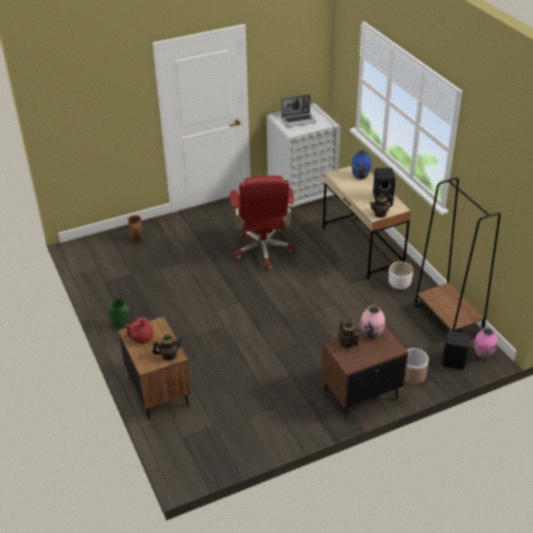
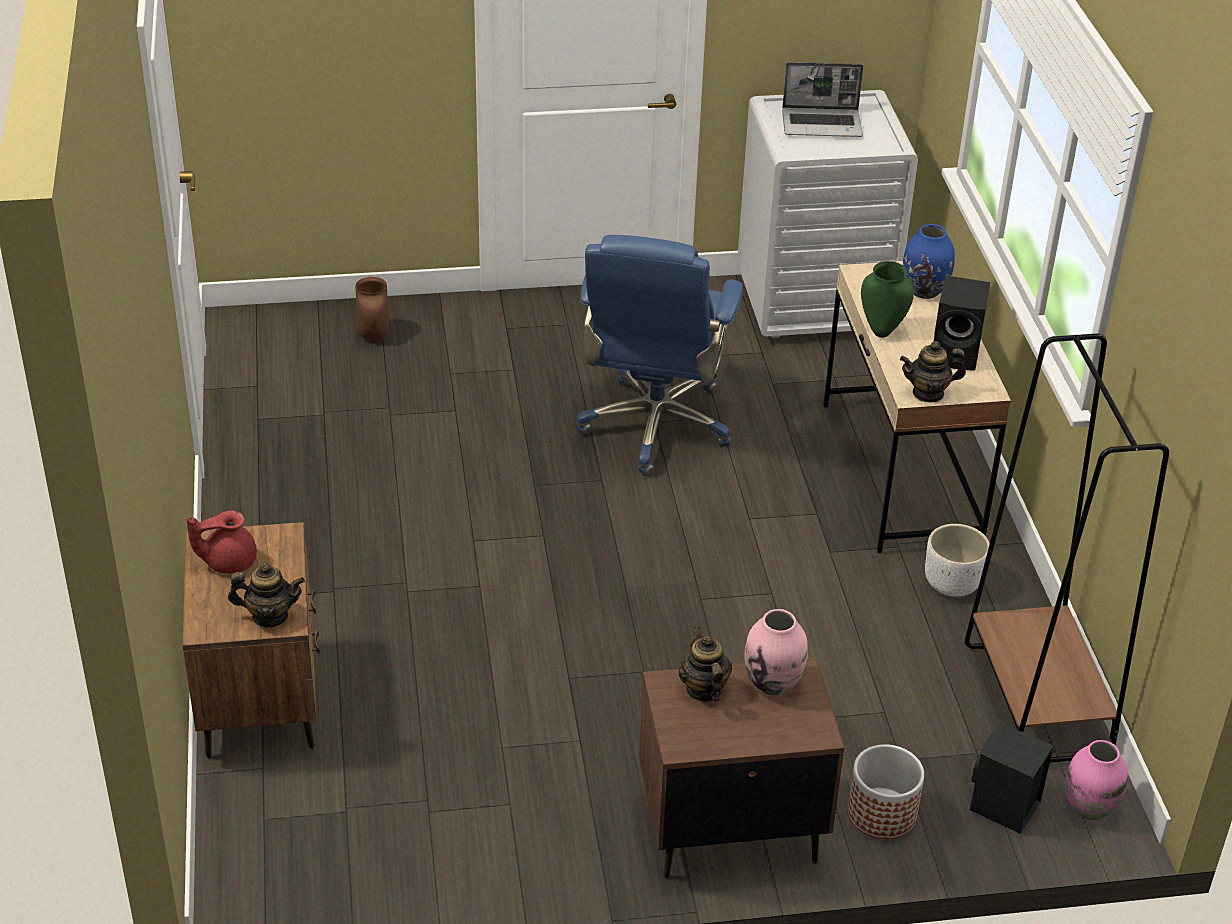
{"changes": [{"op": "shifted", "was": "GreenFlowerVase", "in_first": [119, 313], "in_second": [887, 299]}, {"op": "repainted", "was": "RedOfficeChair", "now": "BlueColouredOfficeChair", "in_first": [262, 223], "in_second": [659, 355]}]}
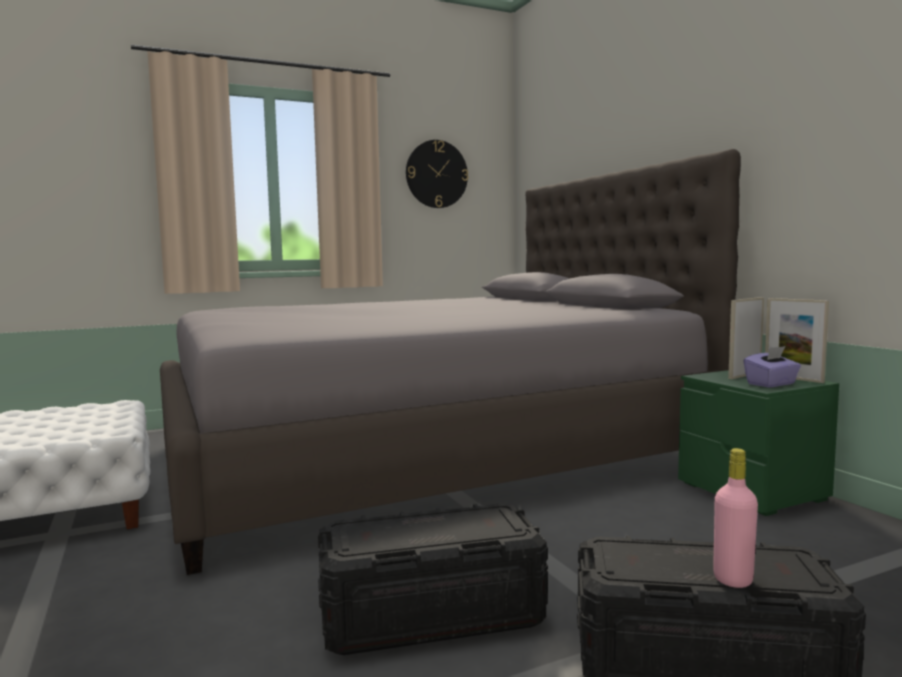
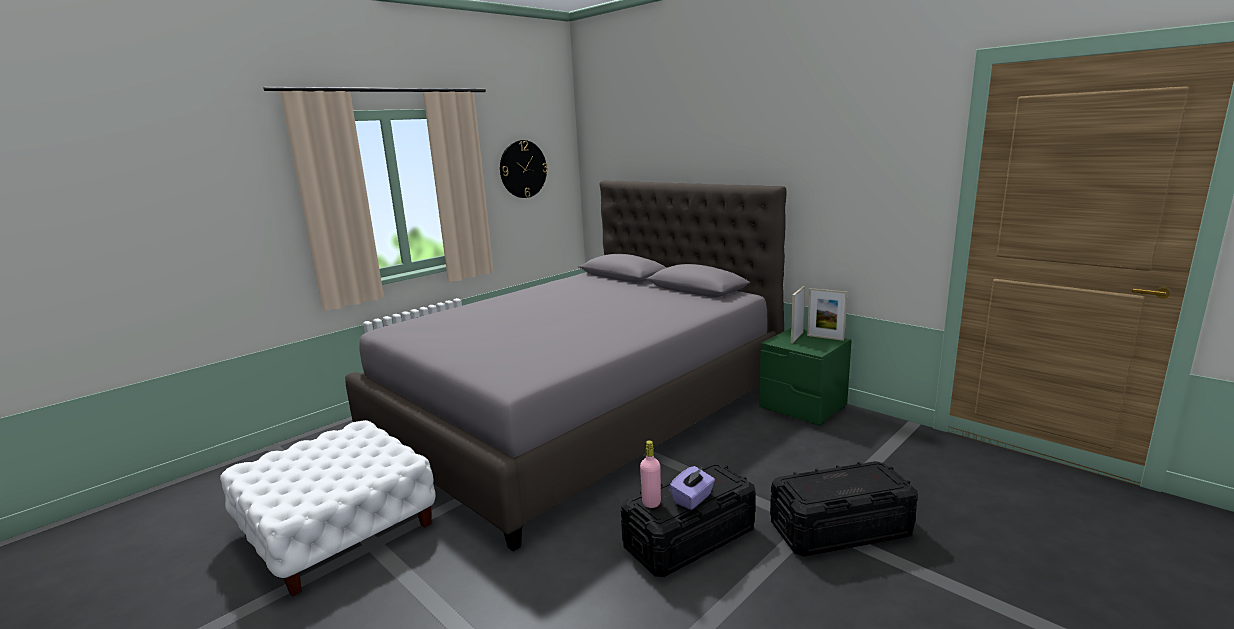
{"changes": [{"op": "shifted", "was": "PinkDrinkBottle", "in_first": [735, 518], "in_second": [650, 474]}, {"op": "shifted", "was": "PurpleTissueBox", "in_first": [772, 367], "in_second": [692, 488]}]}
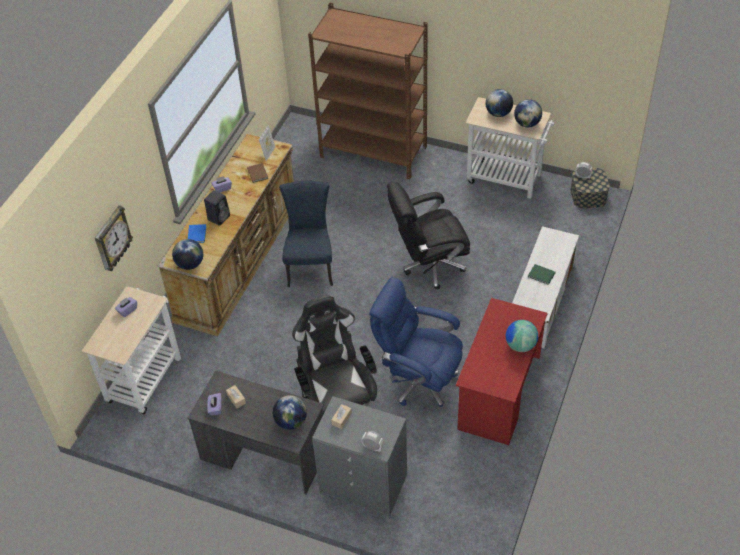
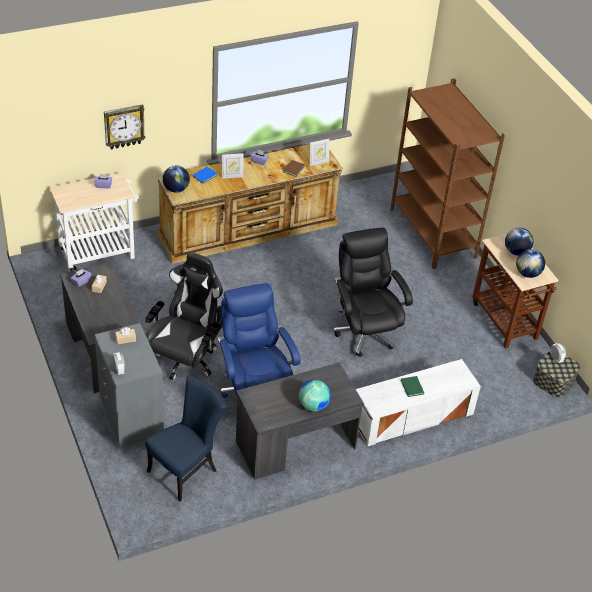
{"changes": [{"op": "gone", "was": "WorldGlobe", "in_first": [290, 412]}, {"op": "shifted", "was": "BlueColouredChair", "in_first": [306, 234], "in_second": [186, 438]}, {"op": "swapped", "was": "BlackLoudspeaker", "now": "PictureFrame", "in_first": [217, 208], "in_second": [232, 166]}, {"op": "repainted", "was": "RedDesk", "now": "GreyishDesk", "in_first": [502, 371], "in_second": [300, 421]}, {"op": "repainted", "was": "WhitishCart", "now": "BrownColouredCart", "in_first": [510, 148], "in_second": [515, 291]}, {"op": "rotated", "was": "BlackOfficeChair", "in_first": [428, 235], "in_second": [373, 292], "clockwise": 45}]}
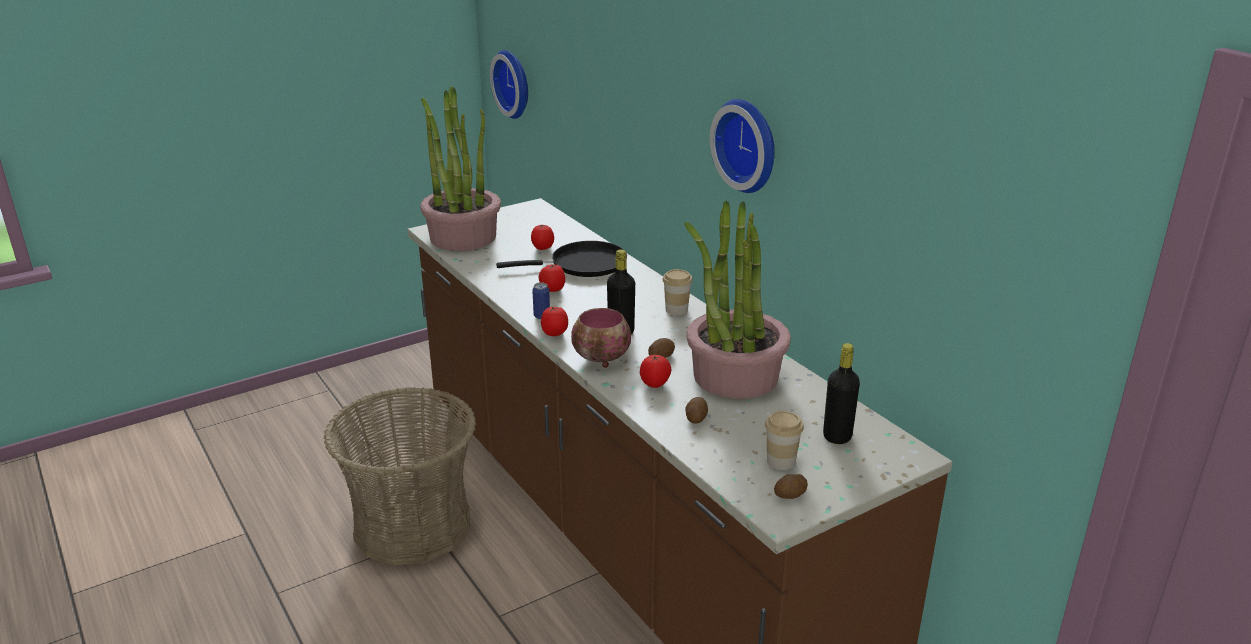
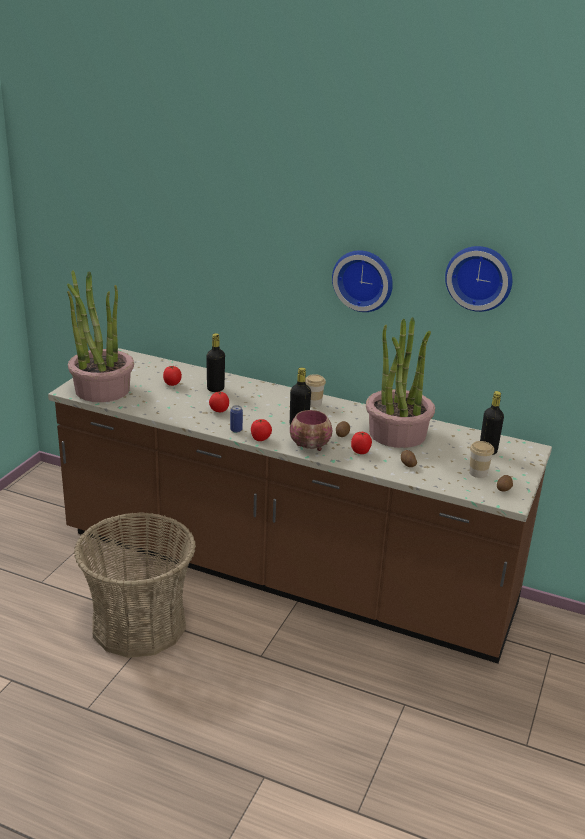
{"changes": [{"op": "shifted", "was": "WallClock", "in_first": [509, 84], "in_second": [478, 279]}, {"op": "swapped", "was": "BlackSkillet", "now": "BlackDrinkBottle", "in_first": [561, 259], "in_second": [215, 362]}]}
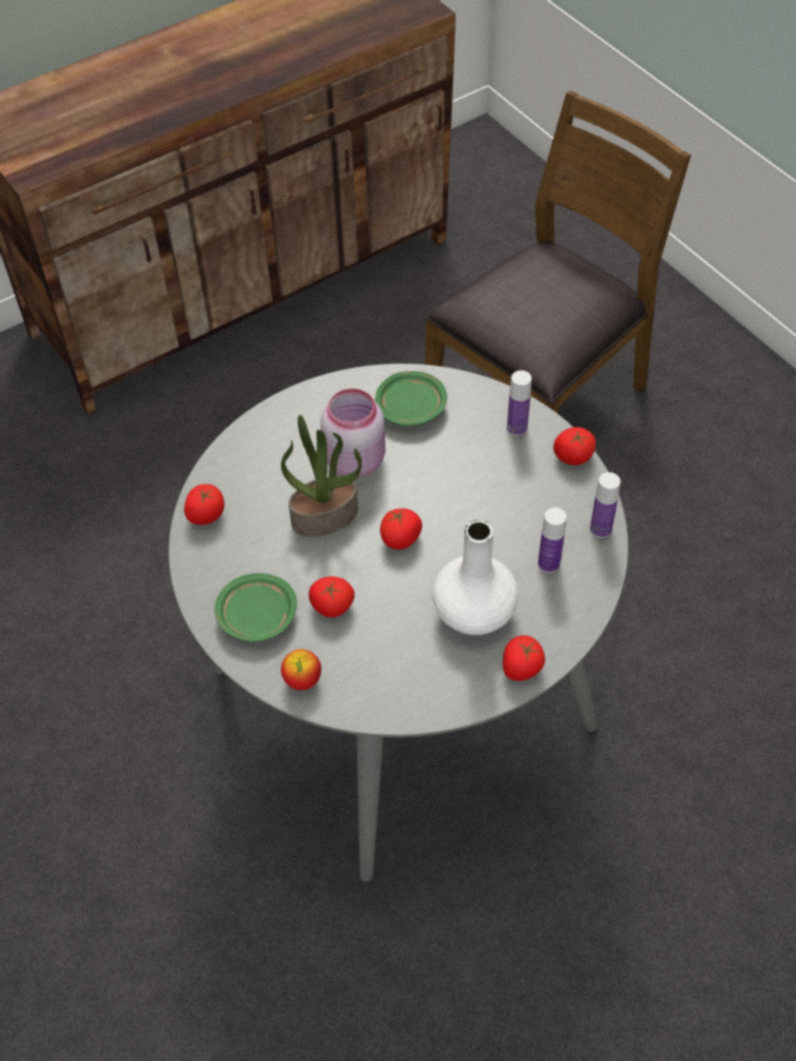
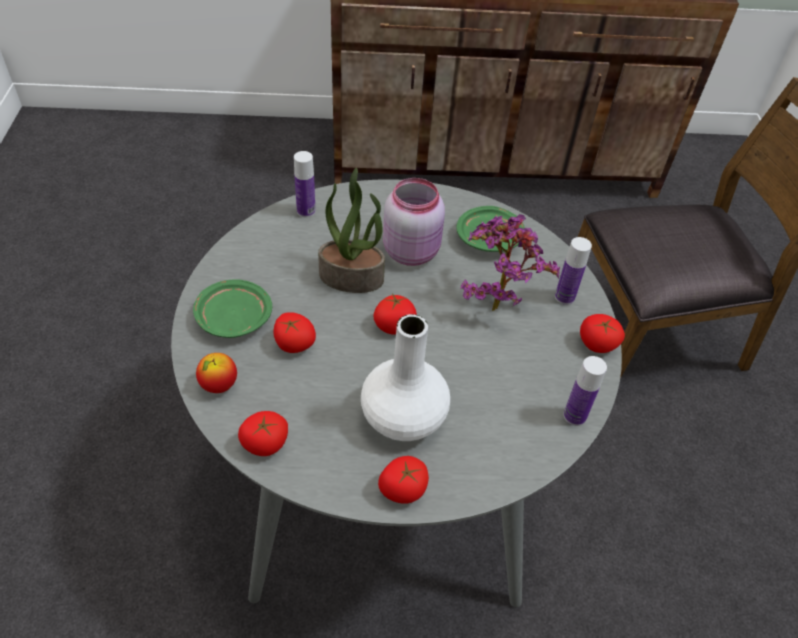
{"changes": [{"op": "new", "now": "PlantInAPot", "in_second": [510, 262]}, {"op": "shifted", "was": "WholeTomato", "in_first": [204, 504], "in_second": [263, 433]}, {"op": "shifted", "was": "DrinkBottle", "in_first": [552, 540], "in_second": [305, 184]}]}
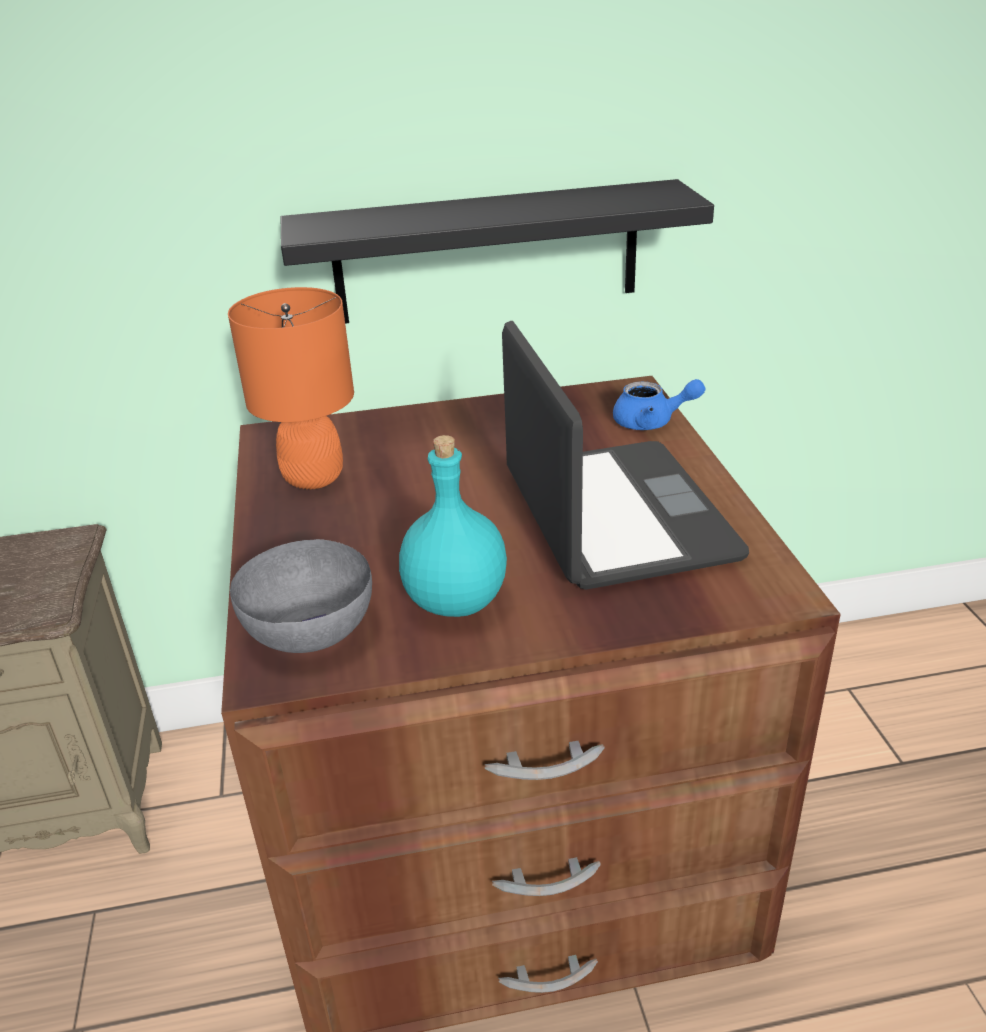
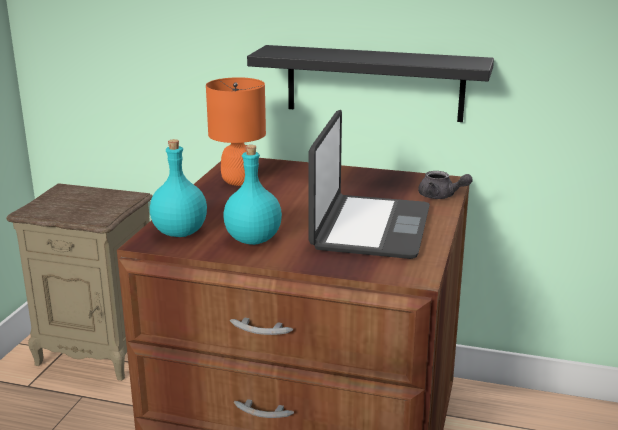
{"changes": [{"op": "swapped", "was": "GreyishBowl", "now": "TurquoiseDrinkBottle", "in_first": [301, 596], "in_second": [178, 188]}, {"op": "repainted", "was": "BlueColouredTeaPot", "now": "GreyishTeaPot", "in_first": [659, 404], "in_second": [445, 185]}]}
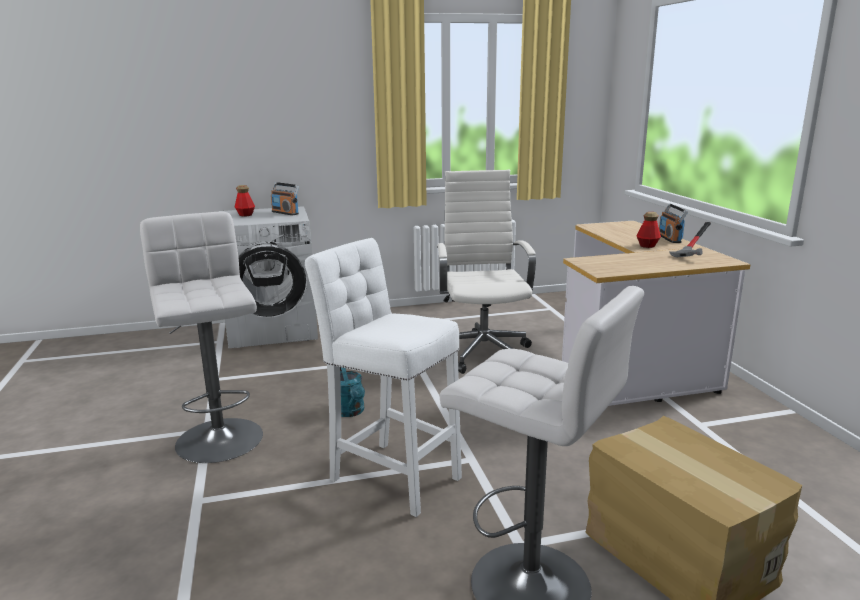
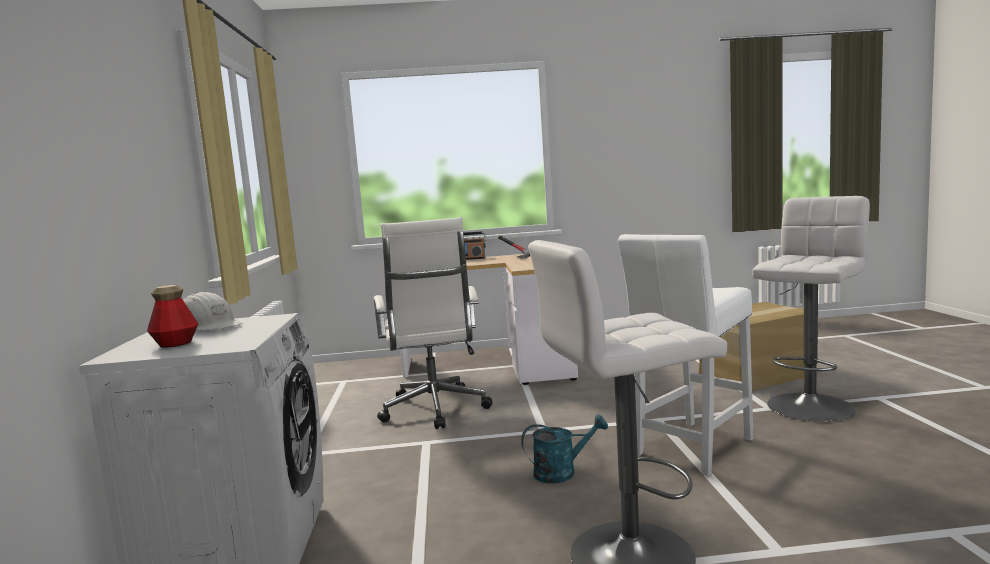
{"changes": [{"op": "gone", "was": "DrinkBottle", "in_first": [649, 230]}, {"op": "swapped", "was": "RadioSet", "now": "WhitishHardHat", "in_first": [285, 199], "in_second": [212, 311]}, {"op": "rotated", "was": "WhitishOfficeChair", "in_first": [486, 272], "in_second": [433, 323], "clockwise": -105}]}
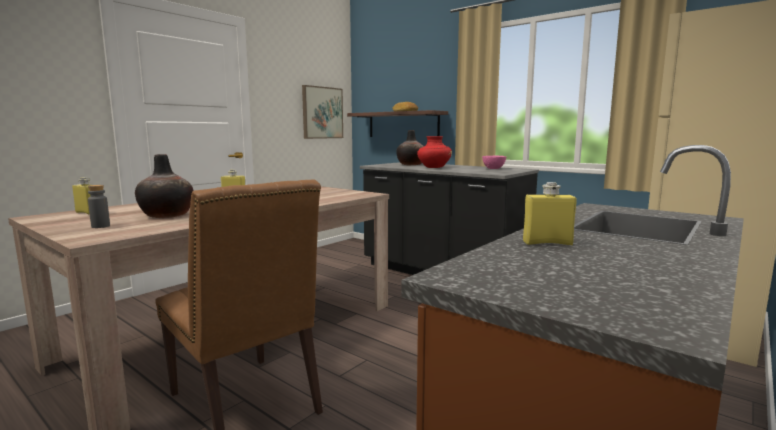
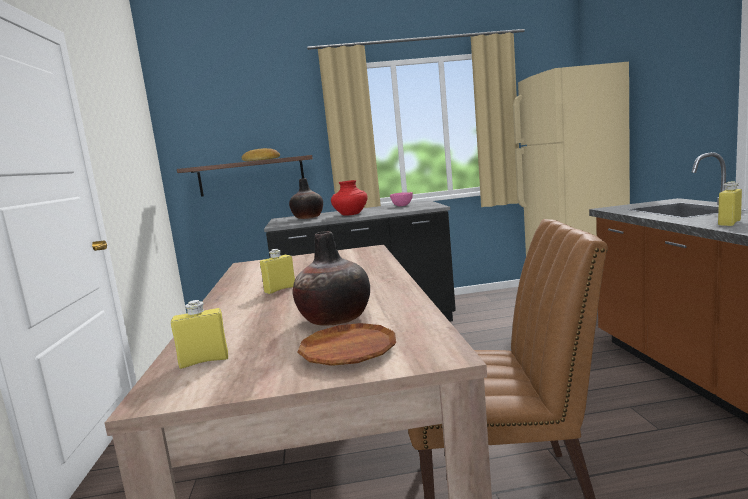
{"changes": [{"op": "gone", "was": "WallArt", "in_first": [322, 112]}, {"op": "swapped", "was": "GreyishDrinkBottle", "now": "BrownColouredPlate", "in_first": [99, 206], "in_second": [347, 344]}]}
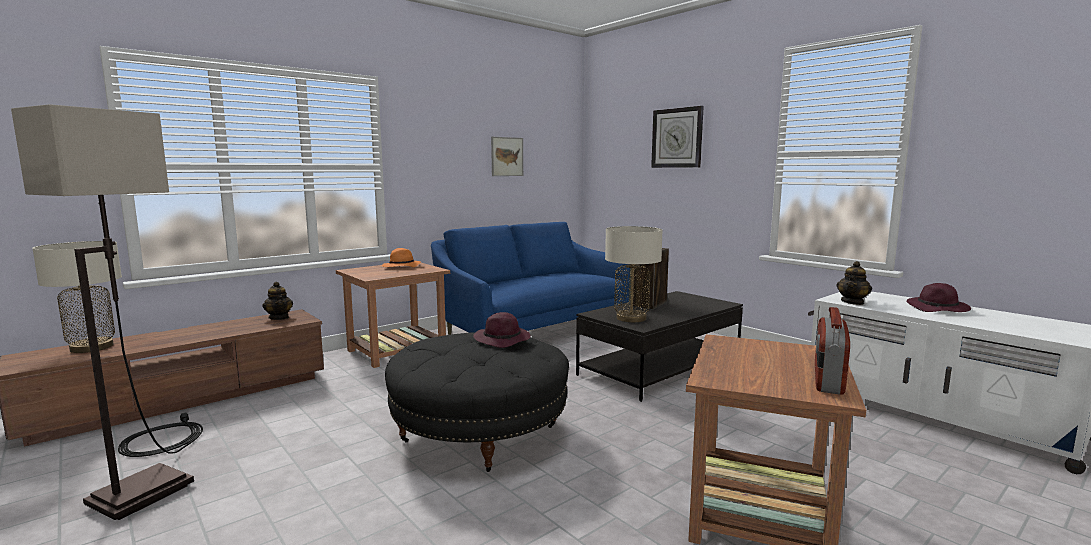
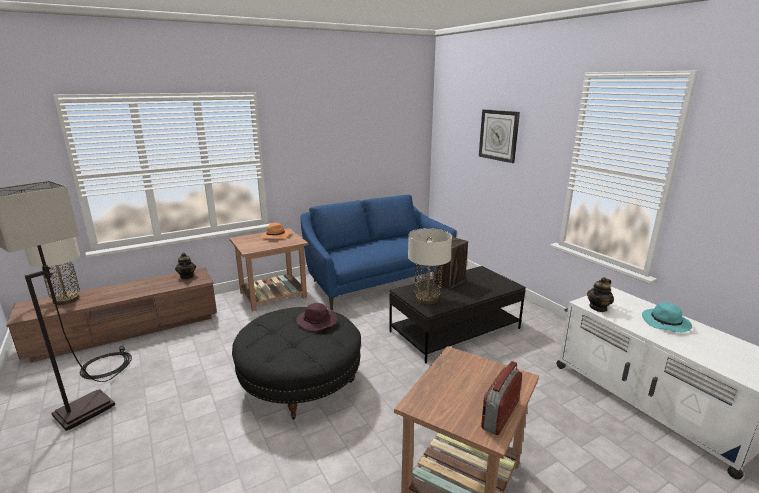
{"changes": [{"op": "gone", "was": "WallArt", "in_first": [507, 156]}, {"op": "repainted", "was": "PurpleHat", "now": "TurquoiseHat", "in_first": [939, 297], "in_second": [667, 317]}]}
